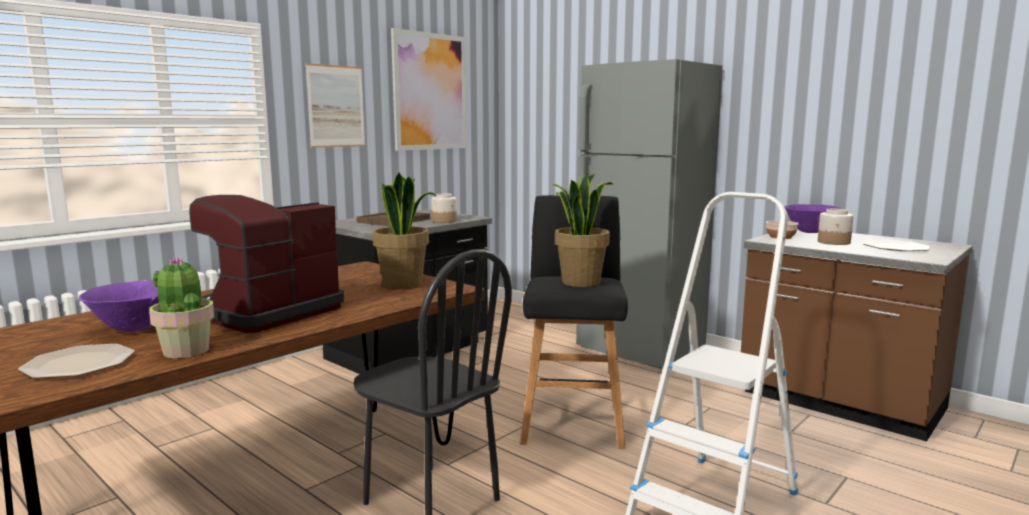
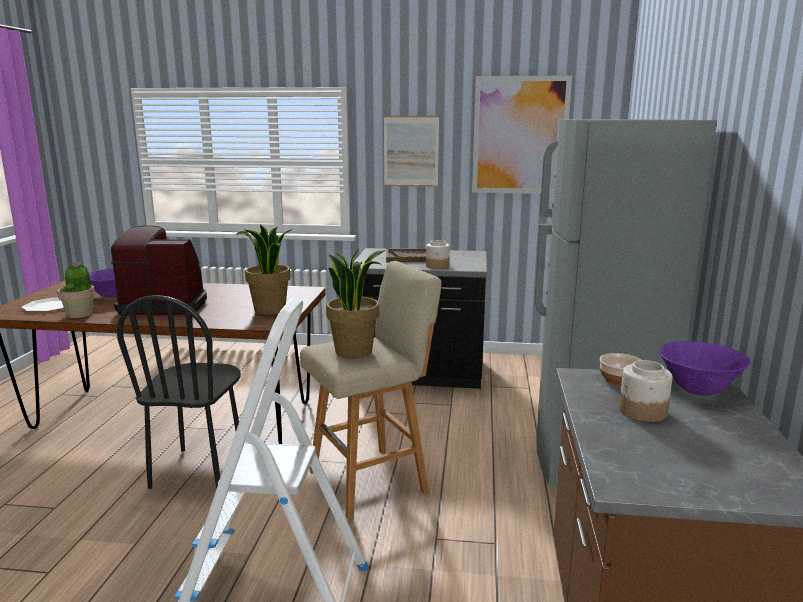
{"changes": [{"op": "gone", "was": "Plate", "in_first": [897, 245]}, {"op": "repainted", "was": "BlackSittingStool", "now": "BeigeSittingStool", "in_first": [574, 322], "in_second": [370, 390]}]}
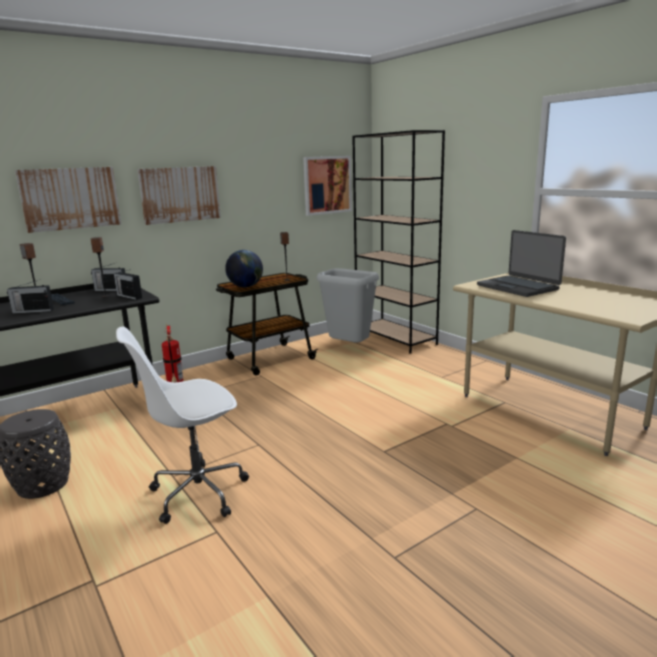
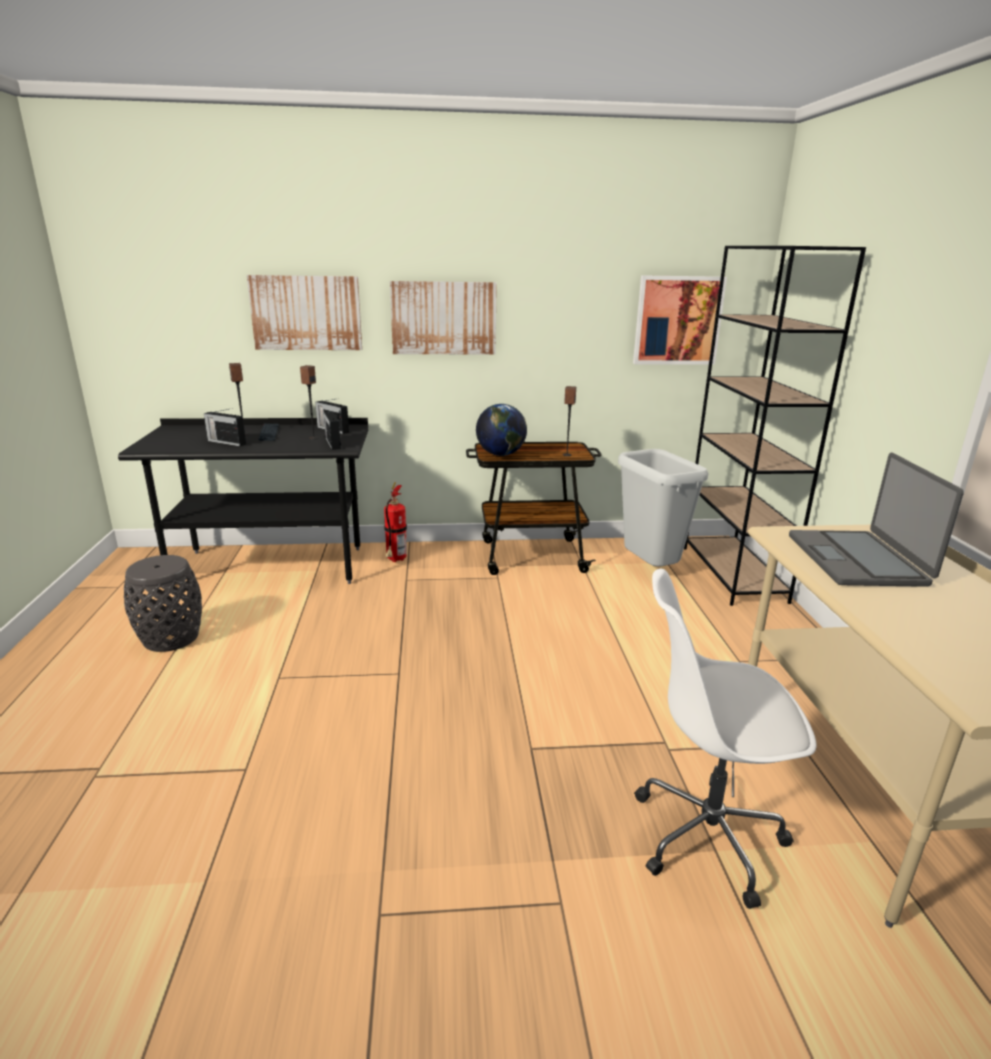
{"changes": [{"op": "shifted", "was": "WhitishOfficeChair", "in_first": [182, 425], "in_second": [725, 739]}]}
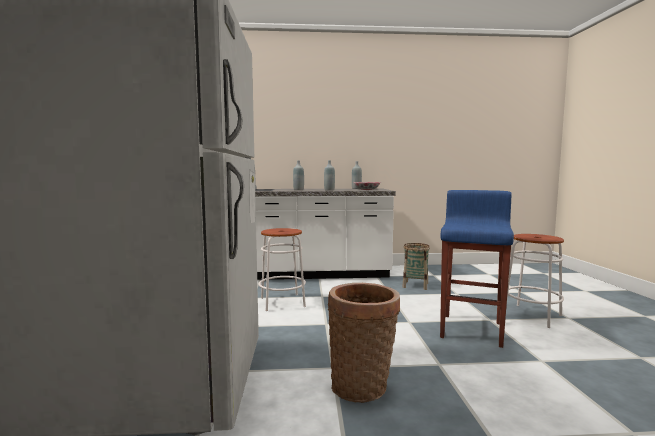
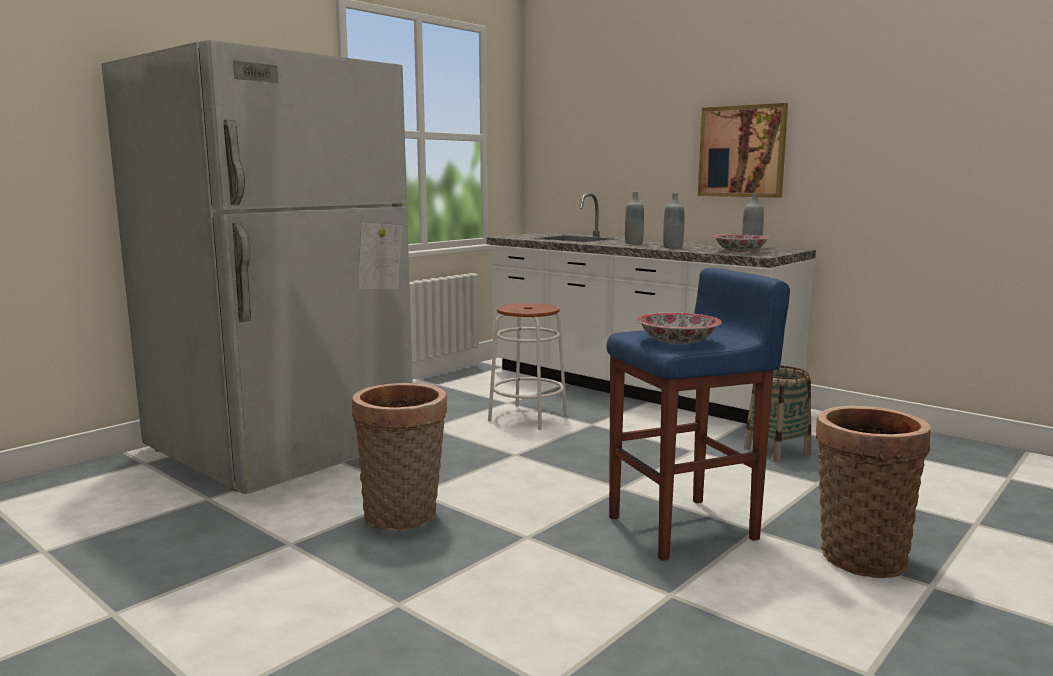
{"changes": [{"op": "new", "now": "Bowl", "in_second": [679, 328]}, {"op": "new", "now": "WallArt", "in_second": [743, 150]}, {"op": "swapped", "was": "WhitishSittingStool", "now": "HouseholdBasket", "in_first": [535, 281], "in_second": [872, 492]}]}
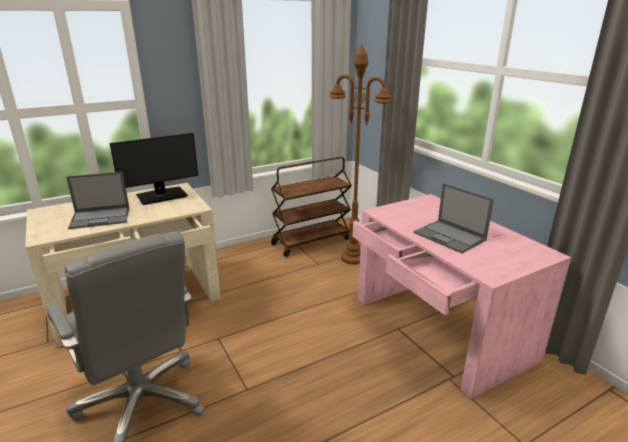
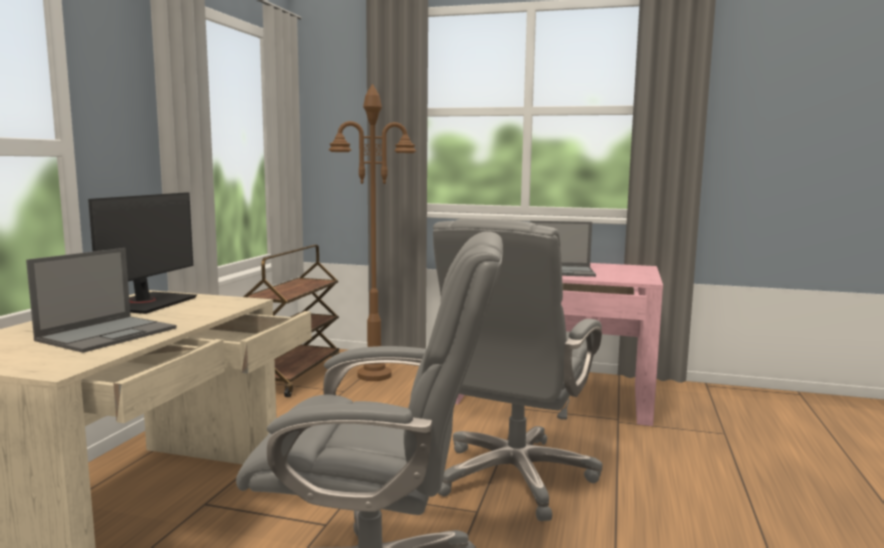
{"changes": [{"op": "new", "now": "GreyishOfficeChair", "in_second": [517, 370]}]}
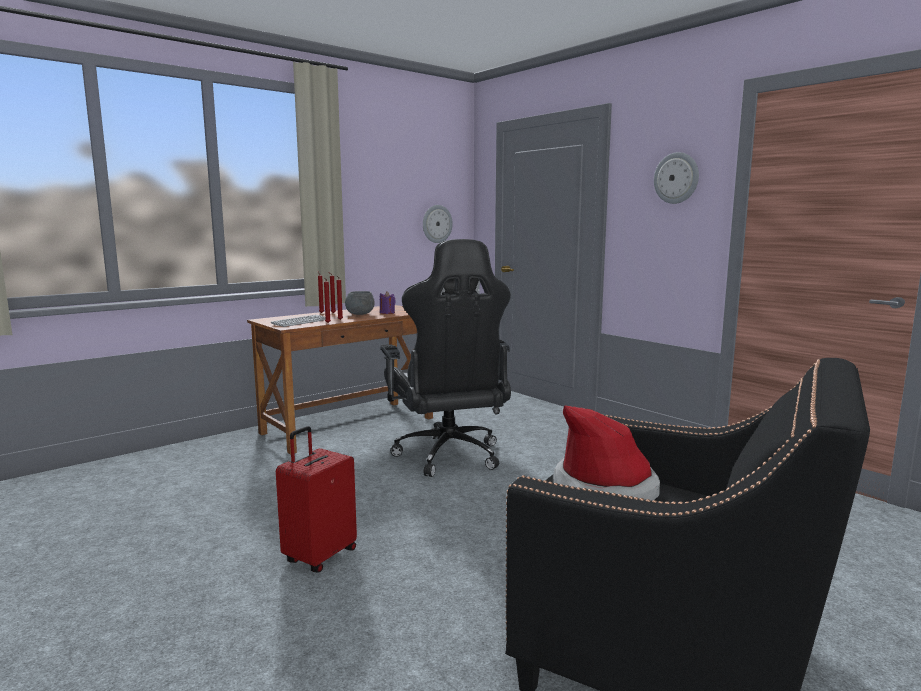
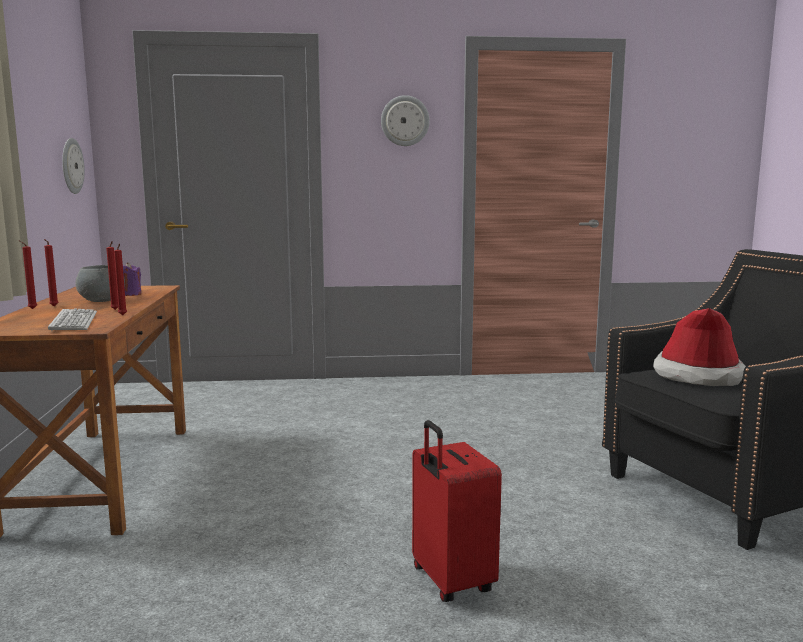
{"changes": [{"op": "gone", "was": "BlackOfficeChair", "in_first": [445, 358]}]}
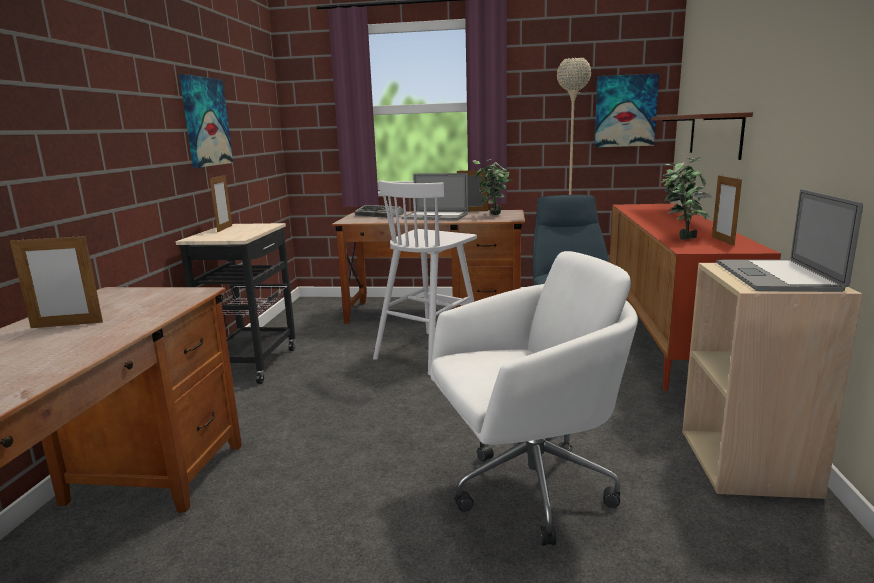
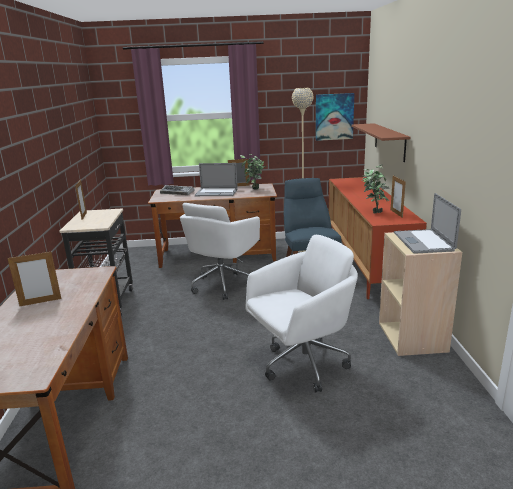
{"changes": [{"op": "gone", "was": "WallArt", "in_first": [206, 121]}, {"op": "swapped", "was": "WhitishSittingStool", "now": "WhitishOfficeChair", "in_first": [425, 278], "in_second": [220, 251]}]}
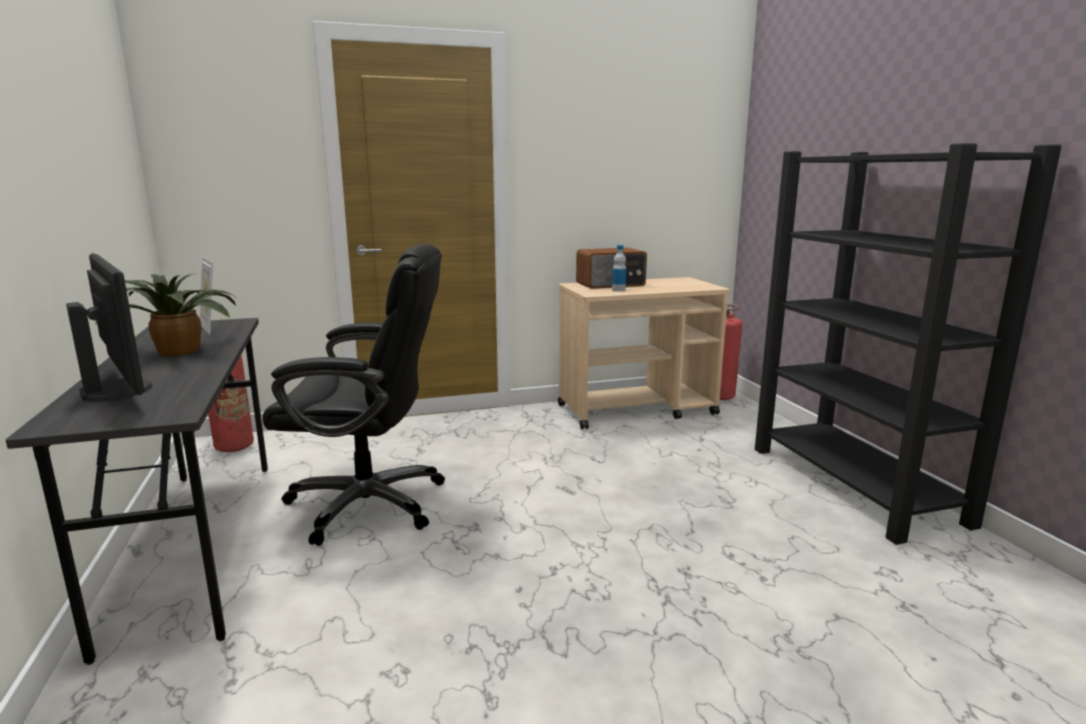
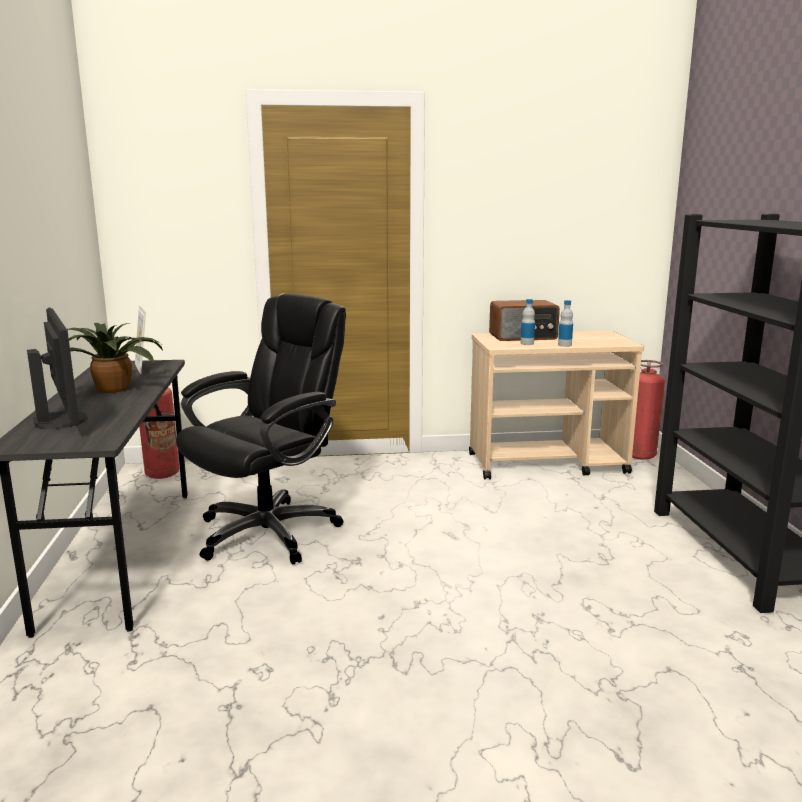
{"changes": [{"op": "new", "now": "DrinkBottle", "in_second": [565, 323]}, {"op": "rotated", "was": "BlackOfficeChair", "in_first": [353, 395], "in_second": [261, 429], "clockwise": -60}]}
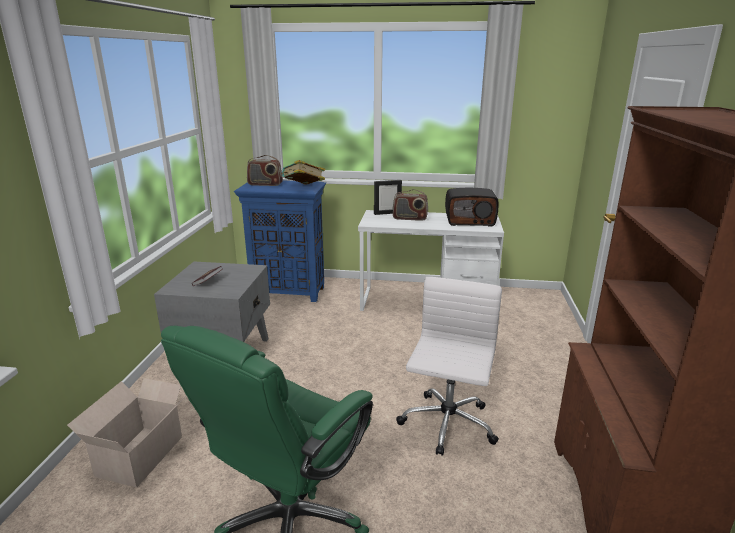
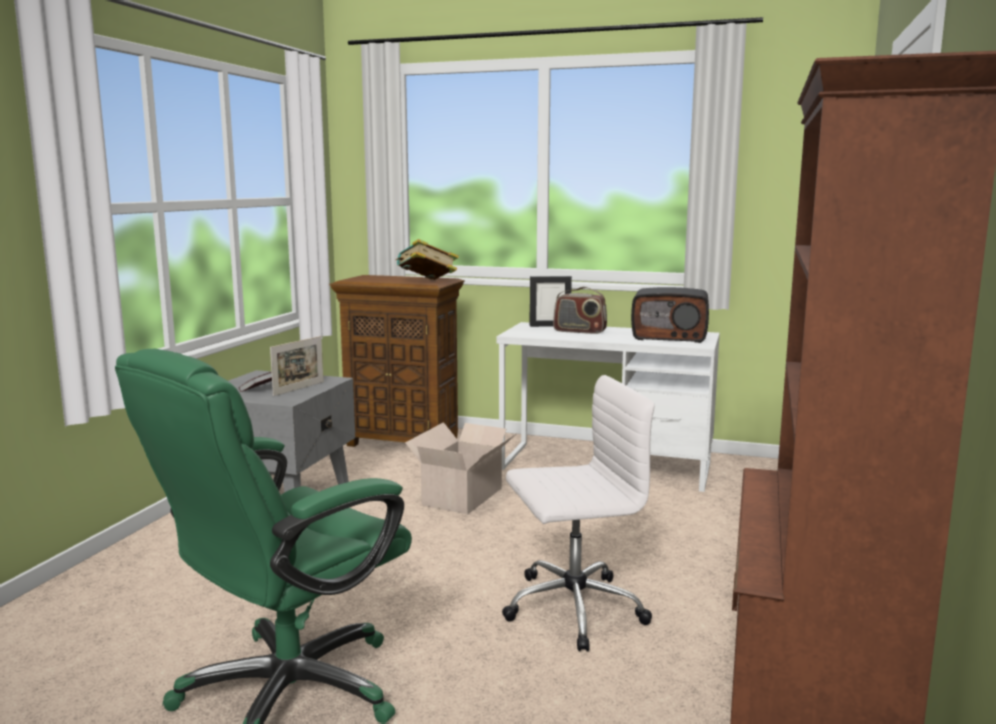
{"changes": [{"op": "gone", "was": "RadioSet", "in_first": [265, 170]}, {"op": "new", "now": "PictureFrame", "in_second": [296, 366]}, {"op": "shifted", "was": "PackingBox", "in_first": [126, 432], "in_second": [461, 468]}, {"op": "repainted", "was": "BlueColouredCabinet", "now": "BrownColouredCabinet", "in_first": [280, 241], "in_second": [397, 361]}, {"op": "rotated", "was": "WhitishOfficeChair", "in_first": [449, 366], "in_second": [578, 513], "clockwise": 45}]}
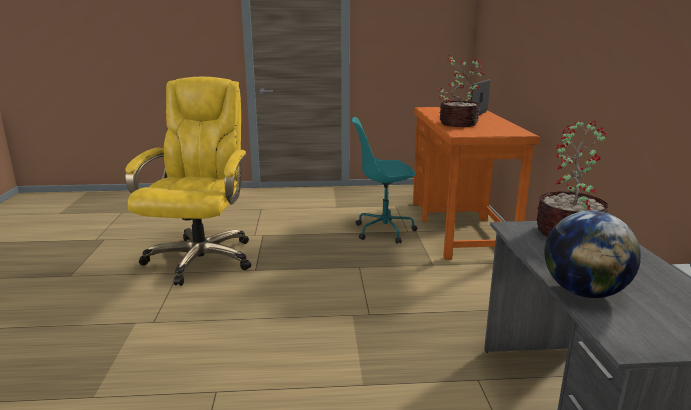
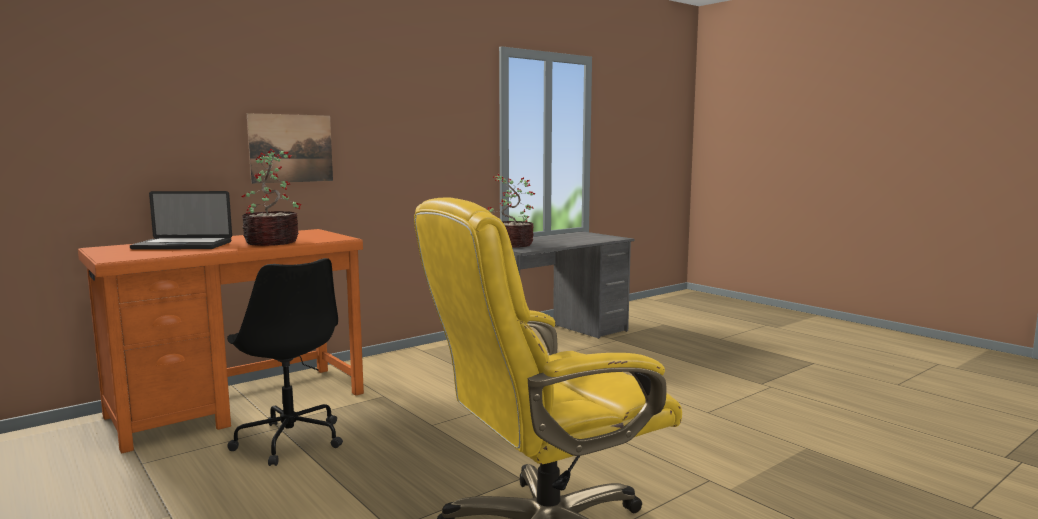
{"changes": [{"op": "gone", "was": "WorldGlobe", "in_first": [593, 254]}, {"op": "new", "now": "WallArt", "in_second": [290, 148]}, {"op": "repainted", "was": "TurquoiseOfficeChair", "now": "BlackOfficeChair", "in_first": [385, 180], "in_second": [285, 362]}]}
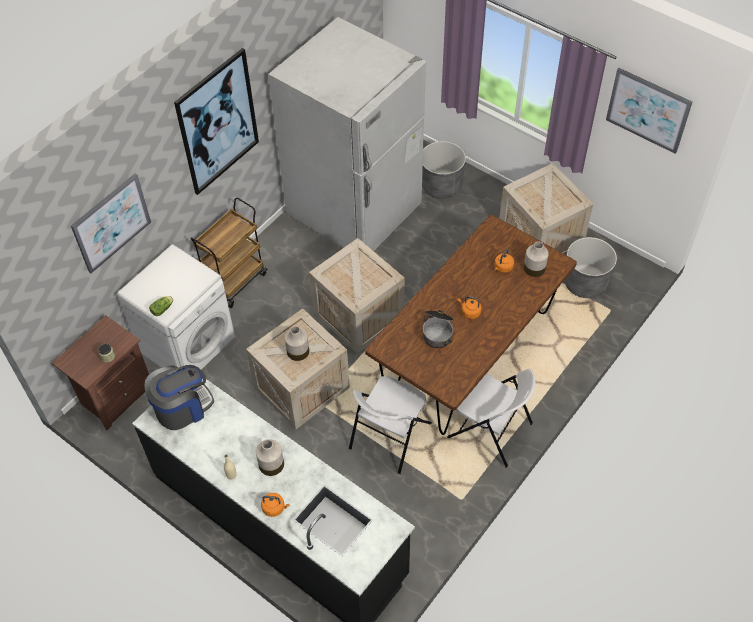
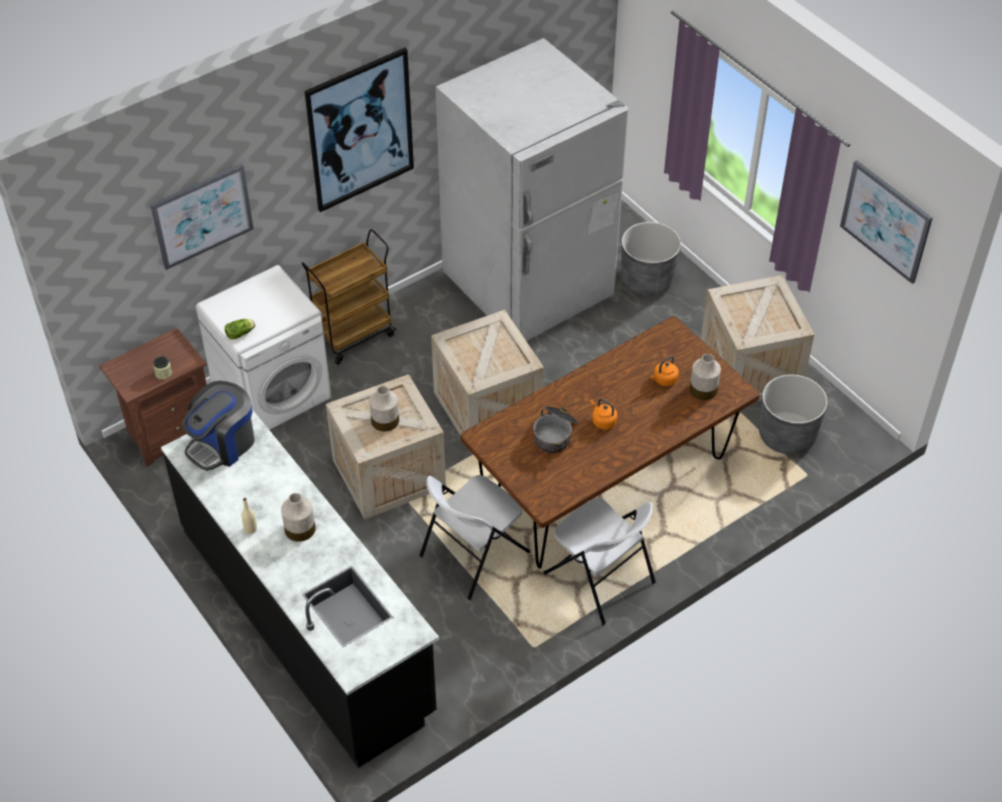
{"changes": [{"op": "gone", "was": "OrangeyKettle", "in_first": [275, 505]}, {"op": "rotated", "was": "CoffeeBrewer", "in_first": [179, 397], "in_second": [218, 426], "clockwise": 150}]}
